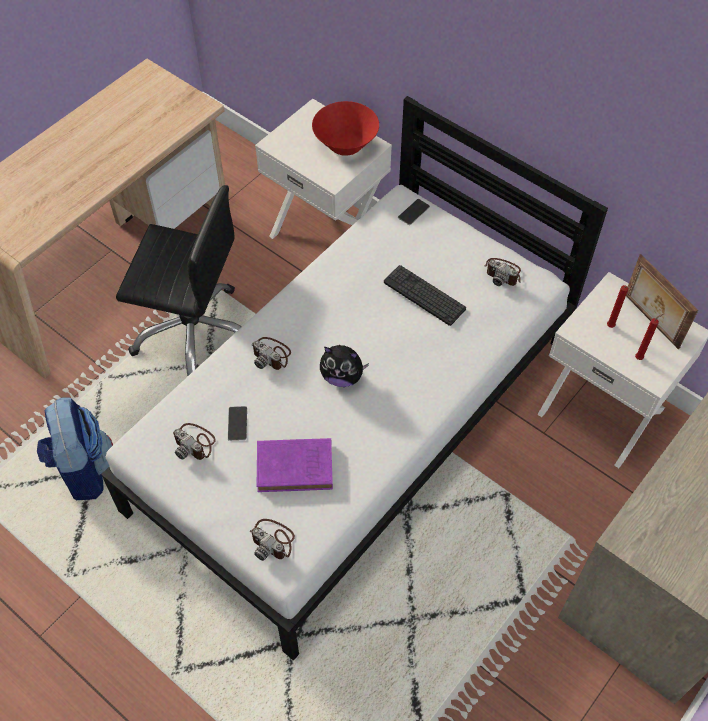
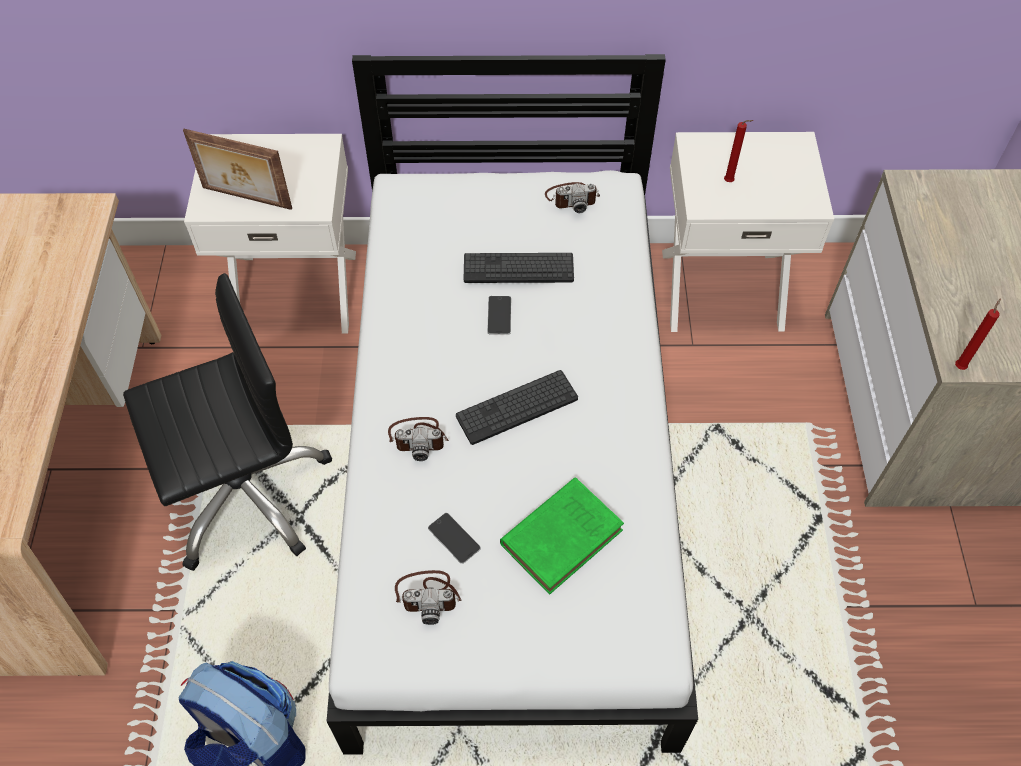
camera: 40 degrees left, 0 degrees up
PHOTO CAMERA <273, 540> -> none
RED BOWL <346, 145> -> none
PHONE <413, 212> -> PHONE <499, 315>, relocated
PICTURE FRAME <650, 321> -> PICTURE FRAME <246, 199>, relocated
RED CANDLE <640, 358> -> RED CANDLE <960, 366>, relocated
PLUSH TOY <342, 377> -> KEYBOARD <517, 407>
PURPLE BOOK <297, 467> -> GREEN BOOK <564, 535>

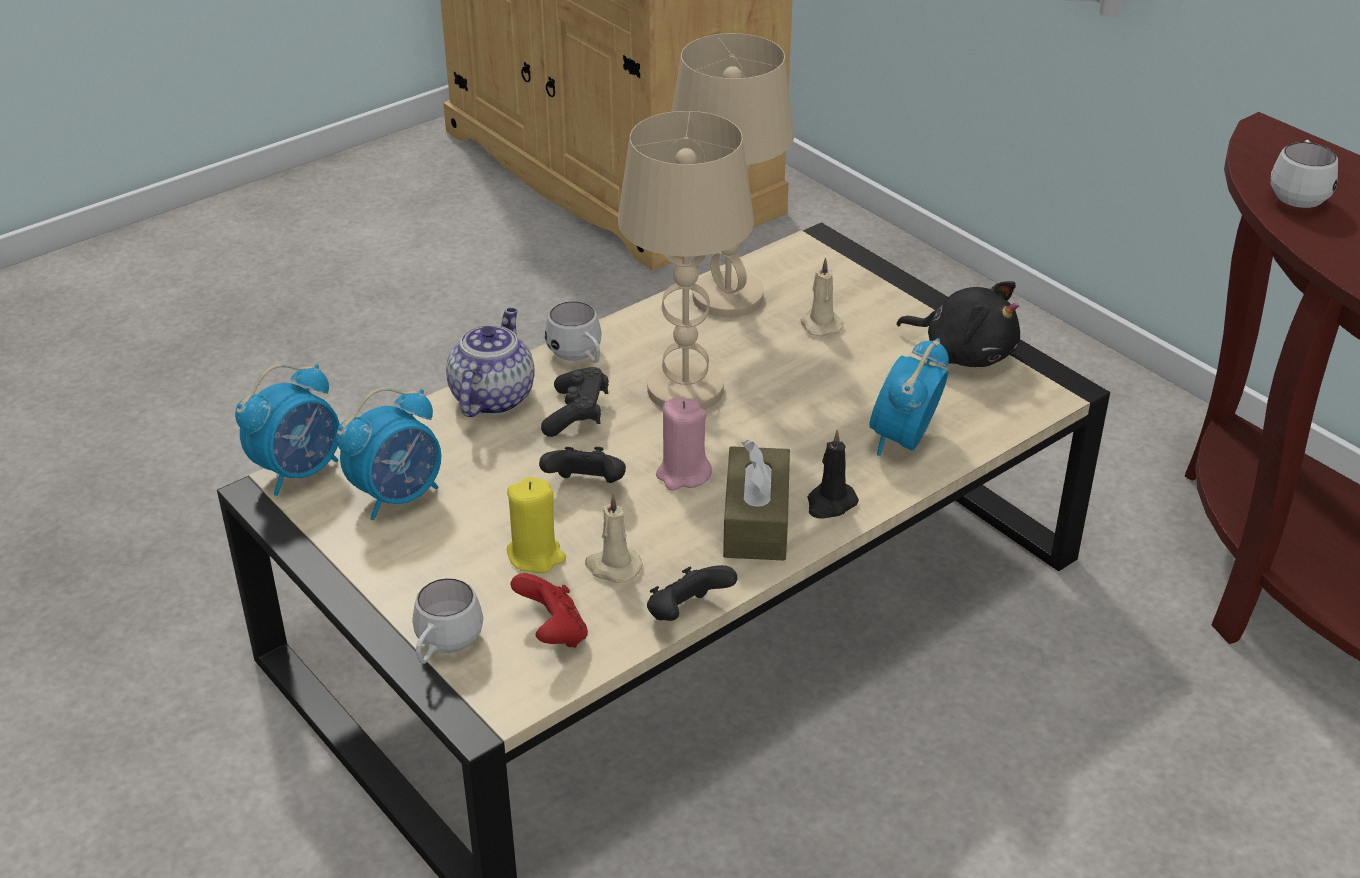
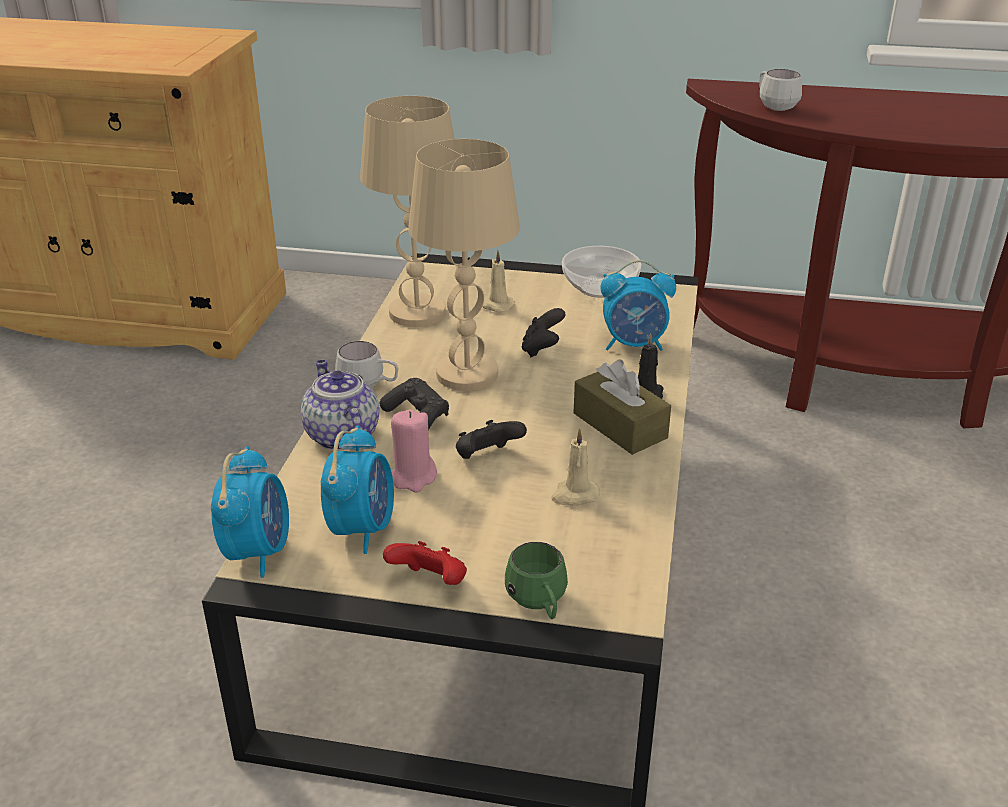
camera: 40 degrees left, 5 degrees down
YELLOW CANDLE <536, 555> -> none
RED GAME CONTROLLER <553, 633> -> RED GAME CONTROLLER <430, 583>, relocated
BLACK GAME CONTROLLER <686, 614> -> BLACK GAME CONTROLLER <542, 349>, relocated
PINK CANDLE <683, 474> -> PINK CANDLE <413, 477>, relocated
BLACK PLUSH TOY <964, 353> -> BOWL <599, 287>
WHITE MUG <444, 648> -> GREEN MUG <539, 605>
ALARM CLOCK <904, 440> -> ALARM CLOCK <634, 345>, 75 degrees counterclockwise

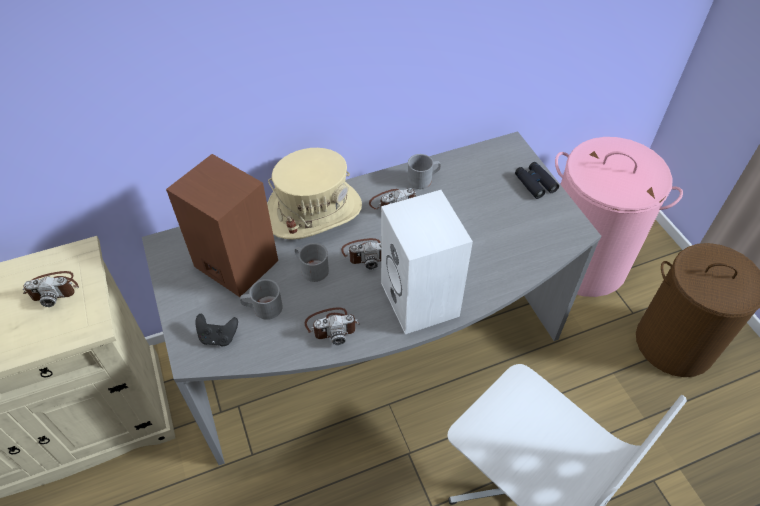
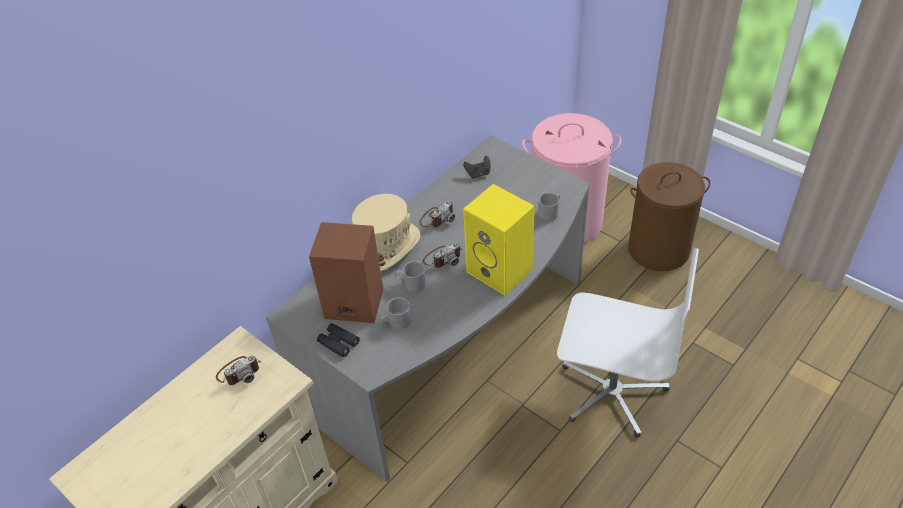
camera: 25 degrees left, 5 degrees down
PHOTO CAMERA <332, 326> -> none
BLACK GAME CONTROLLER <218, 337> -> BLACK GAME CONTROLLER <478, 174>, relocated
GREY MUG <423, 179> -> GREY MUG <550, 212>, relocated
BLACK BINOCULARS <535, 183> -> BLACK BINOCULARS <338, 343>, relocated
WHITE SPEAKER <422, 300> -> YELLOW SPEAKER <501, 271>

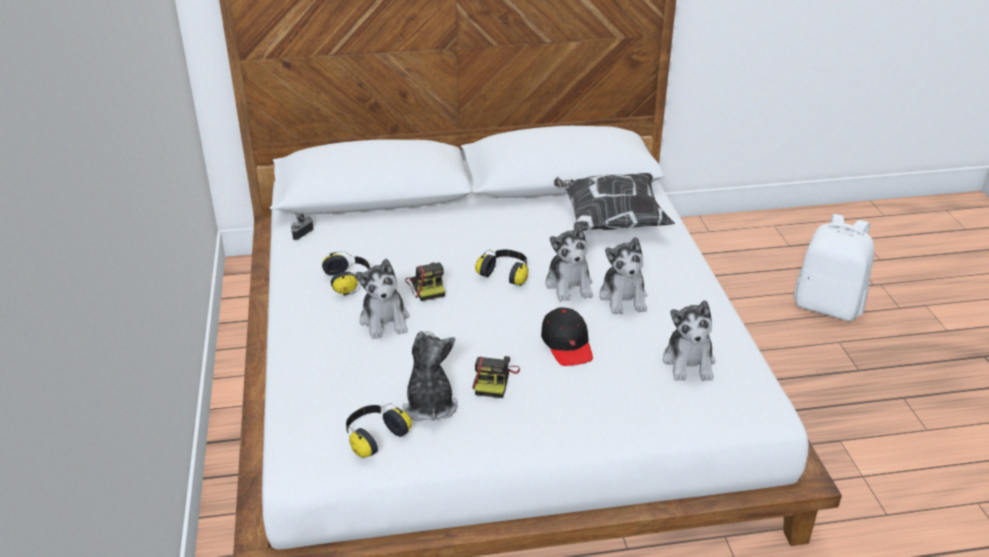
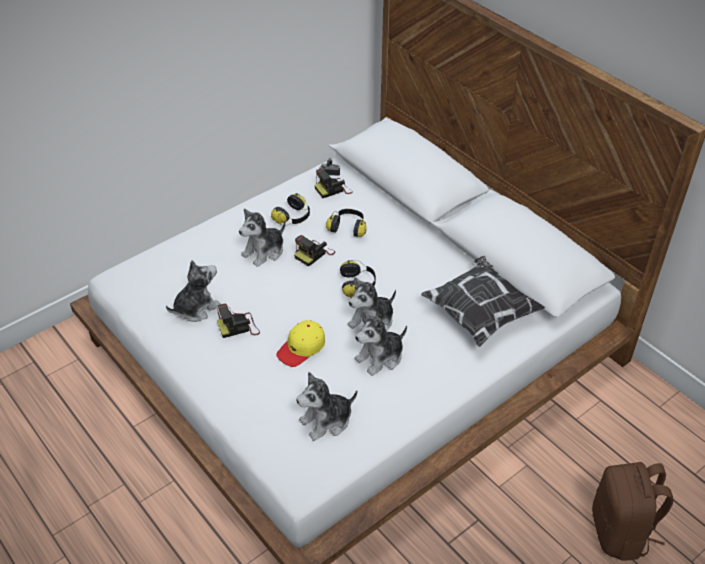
camera: 60 degrees right, 10 degrees up
none -> PHOTO CAMERA <333, 189>
HEADPHONES <374, 437> -> HEADPHONES <348, 228>, relocated
BLACK CAP <567, 344> -> YELLOW CAP <301, 348>
WHITE BACKPACK <828, 306> -> BROWN BACKPACK <621, 532>

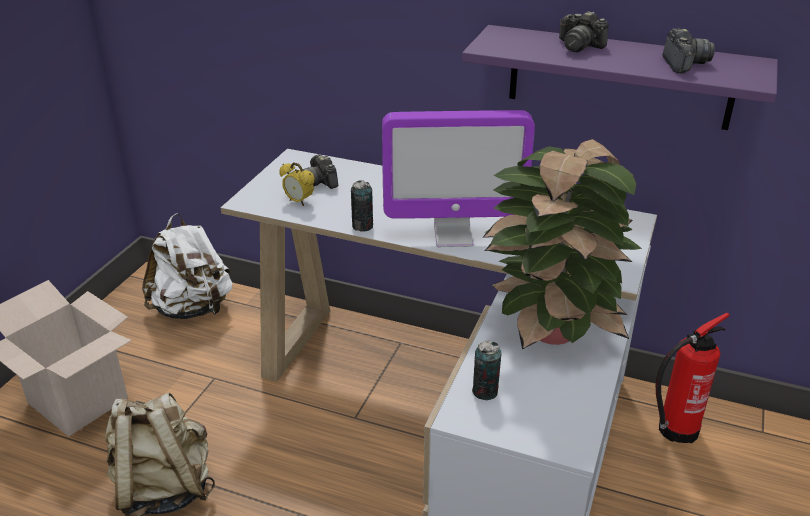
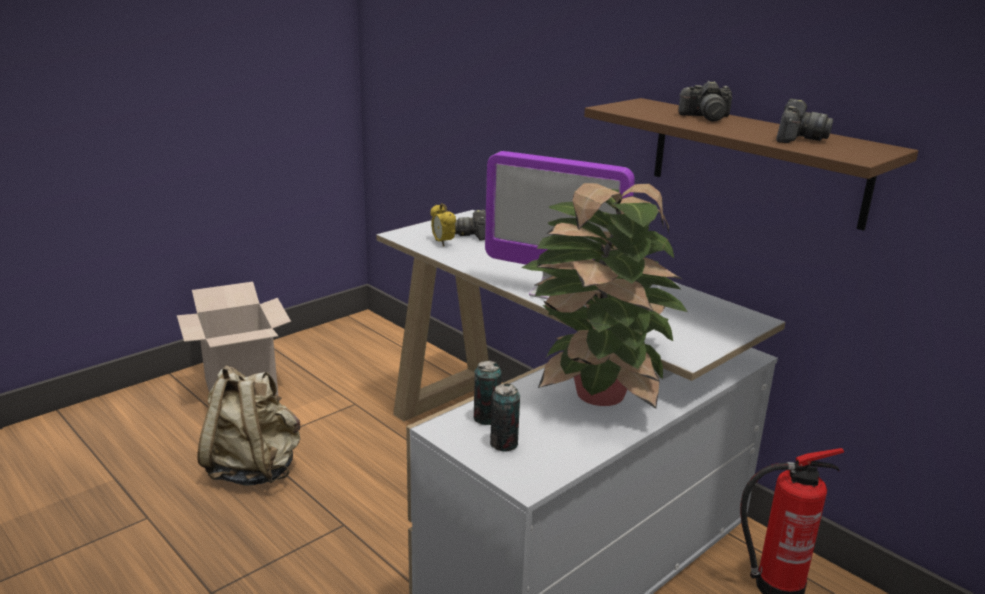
camera: 25 degrees right, 10 degrees down
WHITE BACKPACK <193, 309> -> none
CAN <362, 226> -> CAN <504, 444>, relocated
PURPLE SHELF <619, 77> -> BROWN SHELF <756, 161>
PHOTO CAMERA <579, 46> -> PHOTO CAMERA <706, 117>, 60 degrees counterclockwise

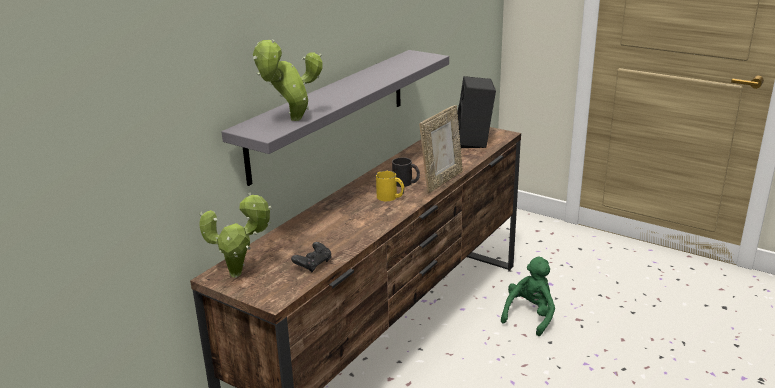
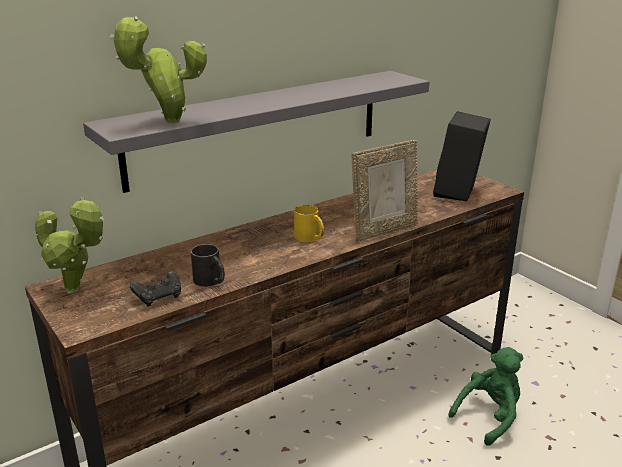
camera: 20 degrees right, 0 degrees up
BLACK MUG <406, 183> -> BLACK MUG <211, 281>, relocated

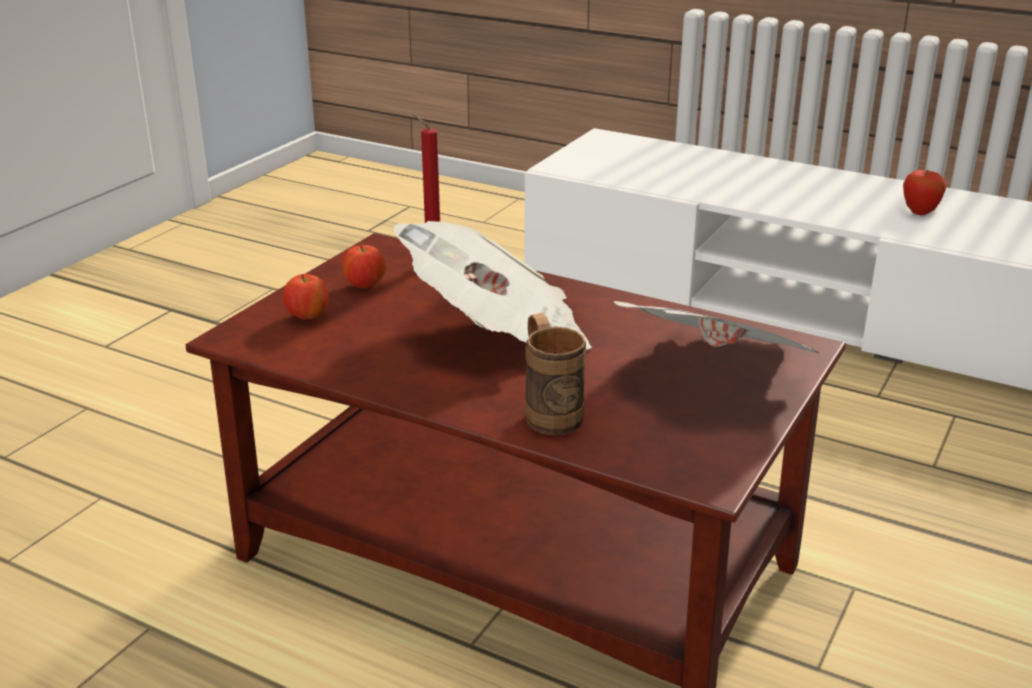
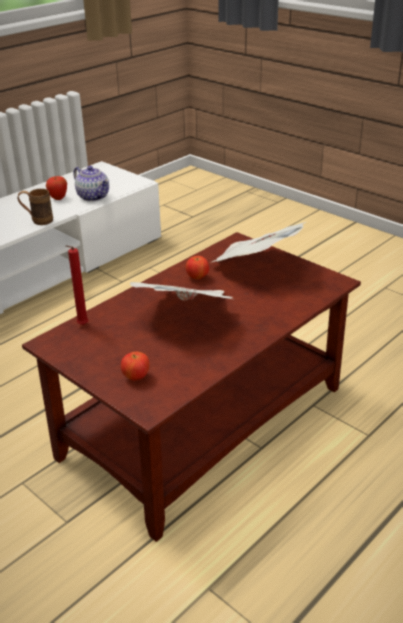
camera: 75 degrees left, 5 degrees up
none -> TEAPOT <93, 196>
APPLE <365, 285> -> APPLE <197, 277>, relocated
BROWN MUG <549, 412> -> BROWN MUG <37, 221>, relocated

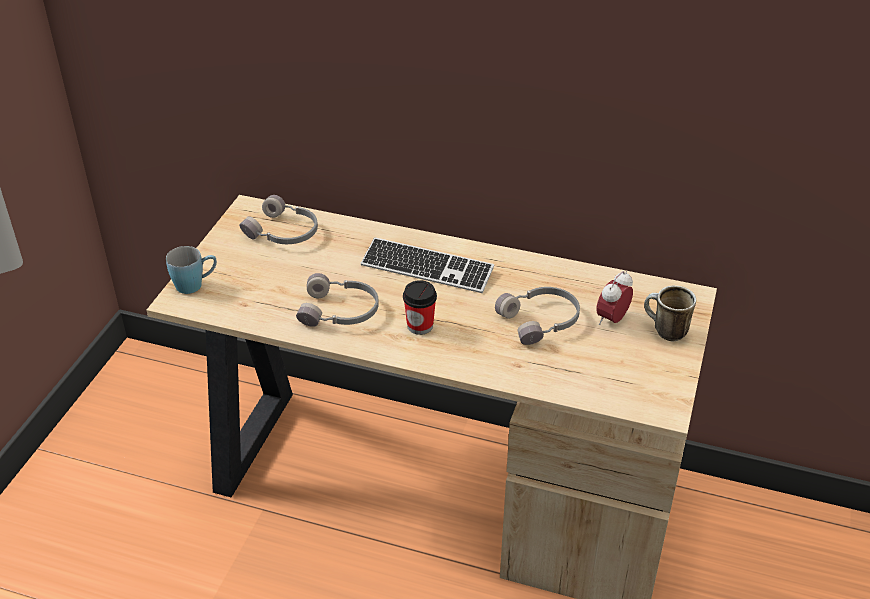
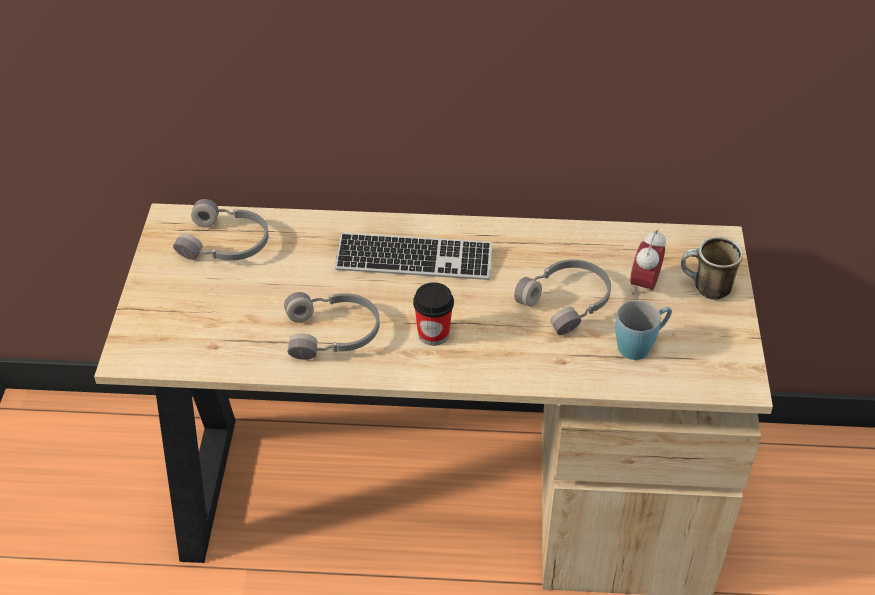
camera: 15 degrees left, 5 degrees up
BLUE MUG <195, 284> -> BLUE MUG <640, 345>, relocated

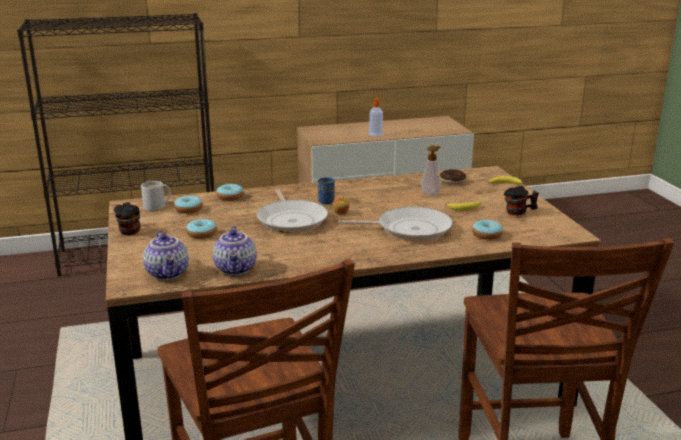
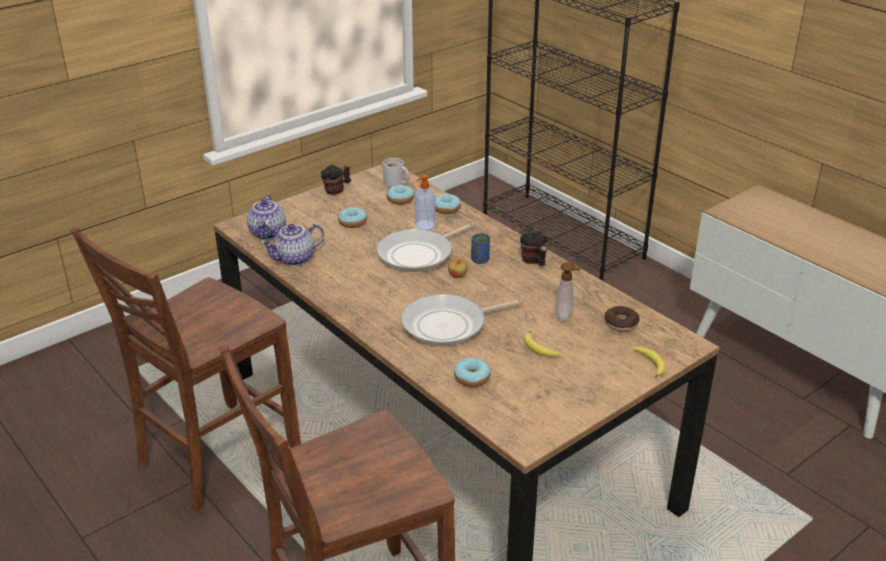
camera: 65 degrees right, 10 degrees up
SOAP DISPENSER <376, 134> -> SOAP DISPENSER <424, 225>, relocated
MUG <519, 213> -> MUG <534, 262>, relocated
TEAPOT <168, 273> -> TEAPOT <268, 233>, 45 degrees counterclockwise
FRYING PAN <409, 229> -> FRYING PAN <448, 325>, 90 degrees clockwise

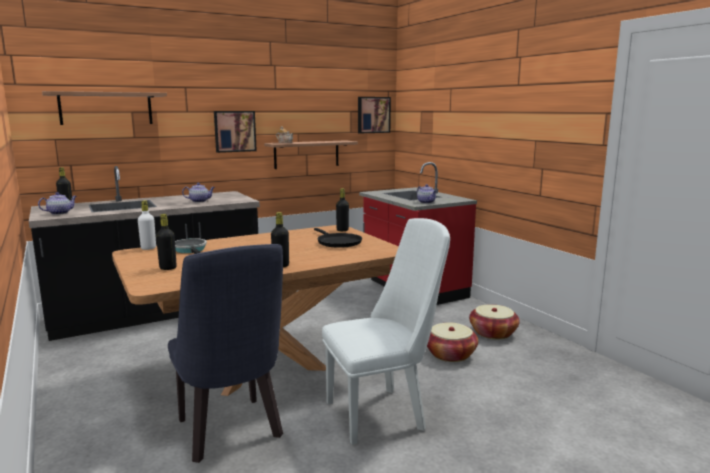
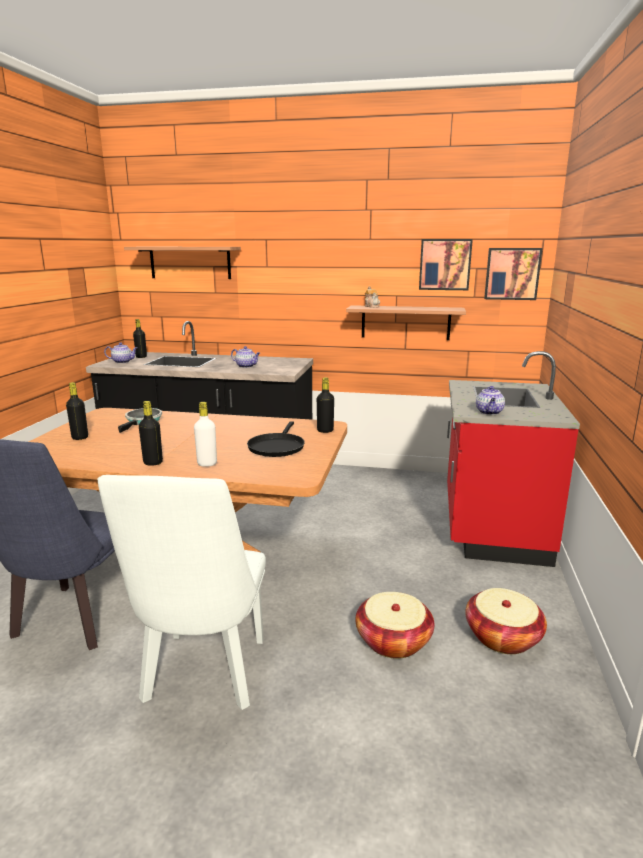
camera: 40 degrees right, 5 degrees up
WHITE BOTTLE <148, 248> -> WHITE BOTTLE <207, 464>, relocated
PICTURE <234, 131> -> PICTURE <445, 264>, relocated
WHITE CHAIR <382, 413> -> WHITE CHAIR <203, 678>, 75 degrees clockwise

